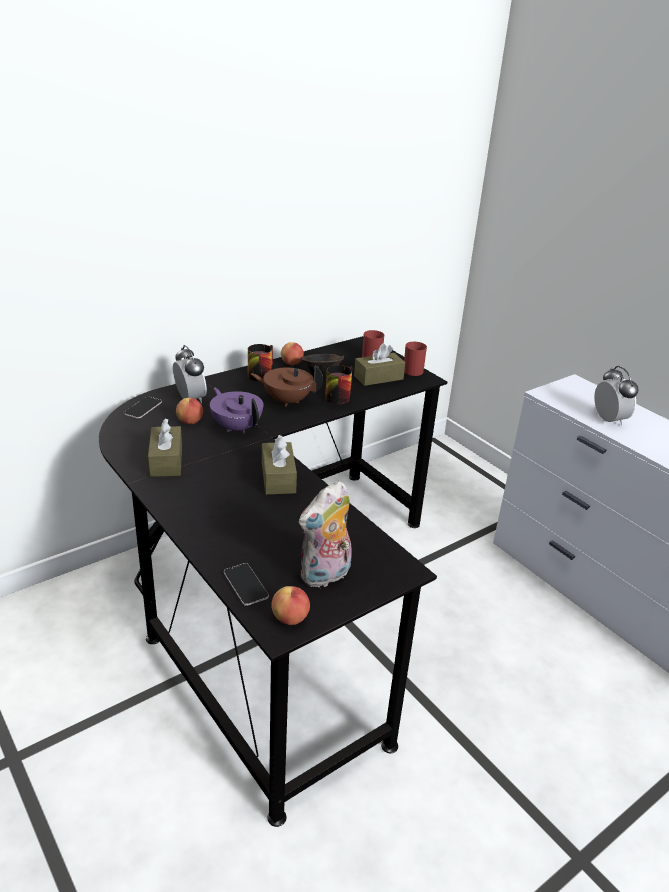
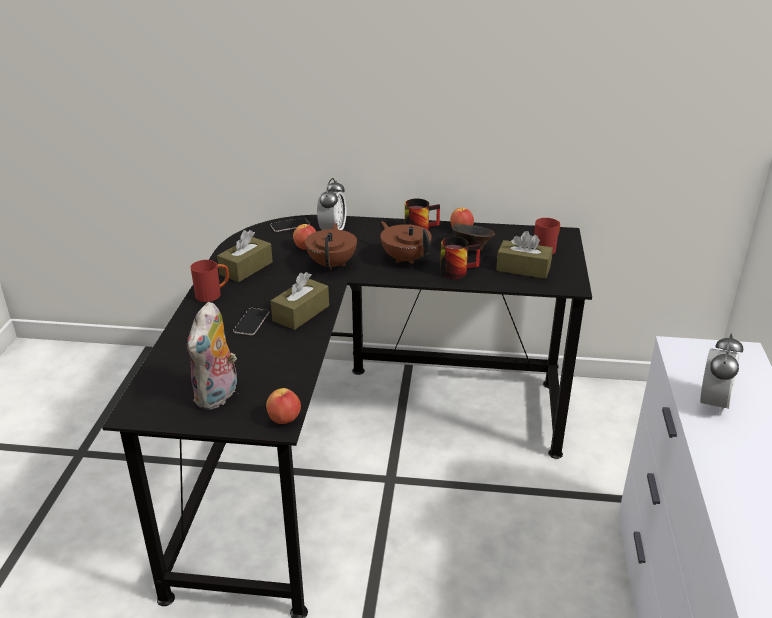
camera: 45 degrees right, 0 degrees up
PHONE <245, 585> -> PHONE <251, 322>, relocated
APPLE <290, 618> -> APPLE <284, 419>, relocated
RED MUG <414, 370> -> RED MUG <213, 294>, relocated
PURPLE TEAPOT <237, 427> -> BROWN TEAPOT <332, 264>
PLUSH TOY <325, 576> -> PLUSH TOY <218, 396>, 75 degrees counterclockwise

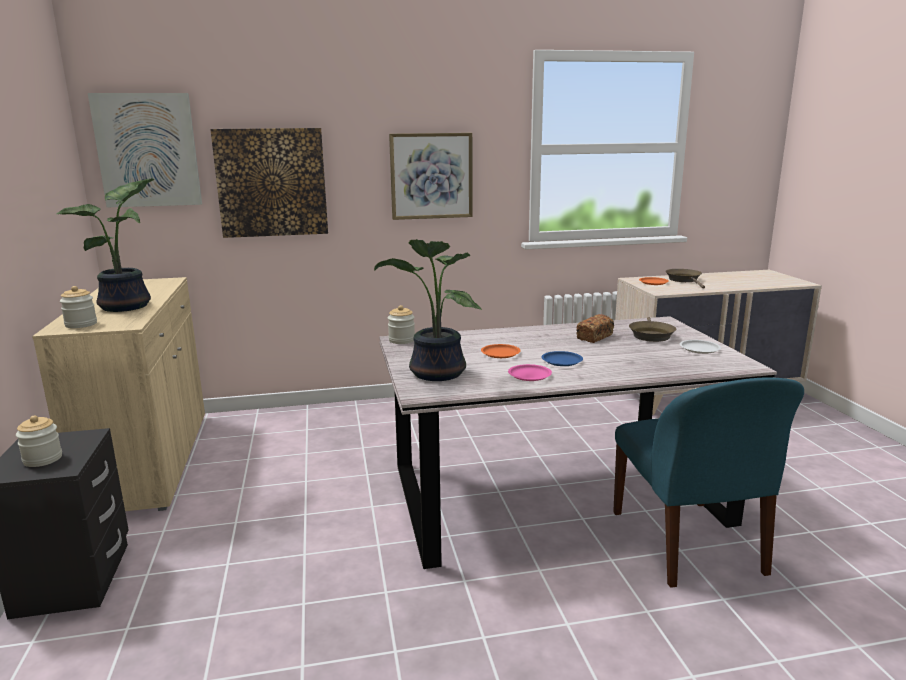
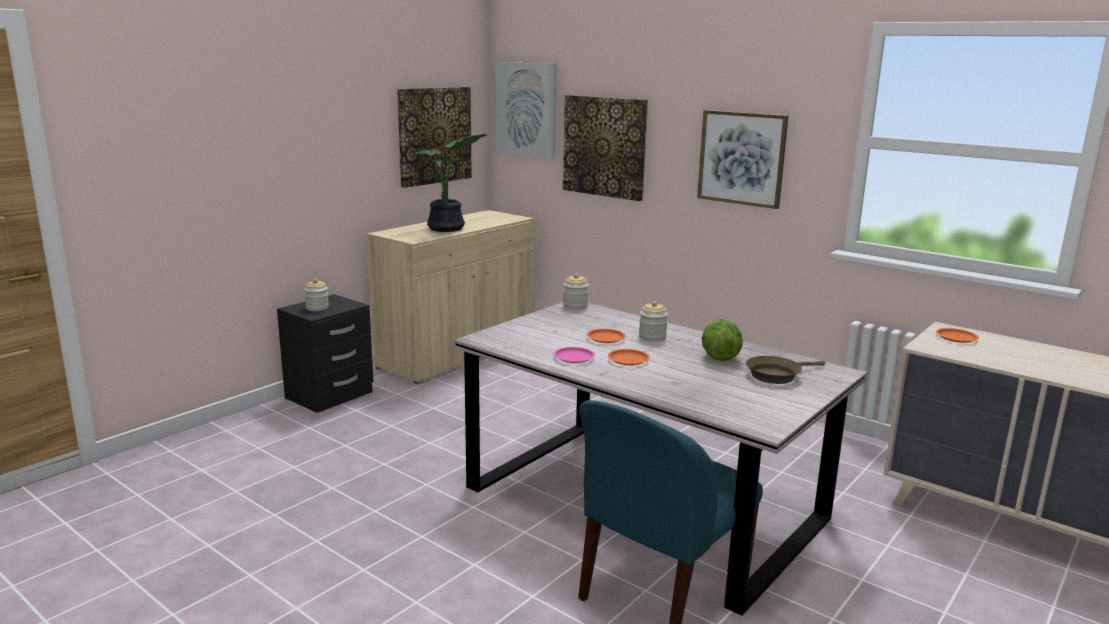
camera: 50 degrees right, 0 degrees up
POTTED PLANT <434, 374> -> none
BROWN FRYING PAN <684, 280> -> none
WHITE PLATE <699, 349> -> none
none -> PICTURE <434, 135>
JAR <81, 324> -> JAR <652, 337>, relocated
BREAD <594, 337> -> LETTUCE <719, 357>
BLUE PLATE <562, 361> -> ORANGE PLATE <628, 360>

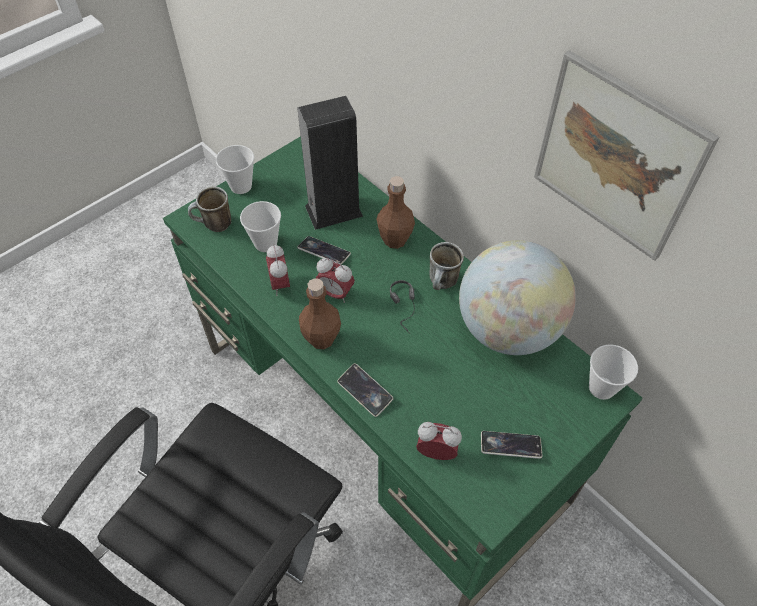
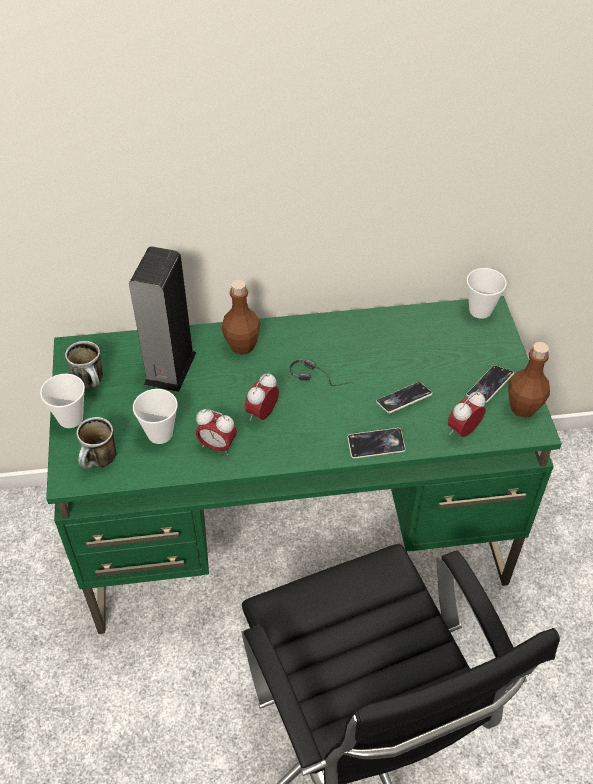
camera: 55 degrees left, 5 degrees down
GLOBE <508, 329> -> none
PICTURE <616, 158> -> none
PHONE <324, 252> -> PHONE <403, 400>, relocated
BROWN BOTTLE <321, 338> -> BROWN BOTTLE <523, 408>, relocated
MUG <443, 284> -> MUG <92, 383>, relocated
ALARM CLOCK <335, 293> -> ALARM CLOCK <262, 413>, 150 degrees clockwise

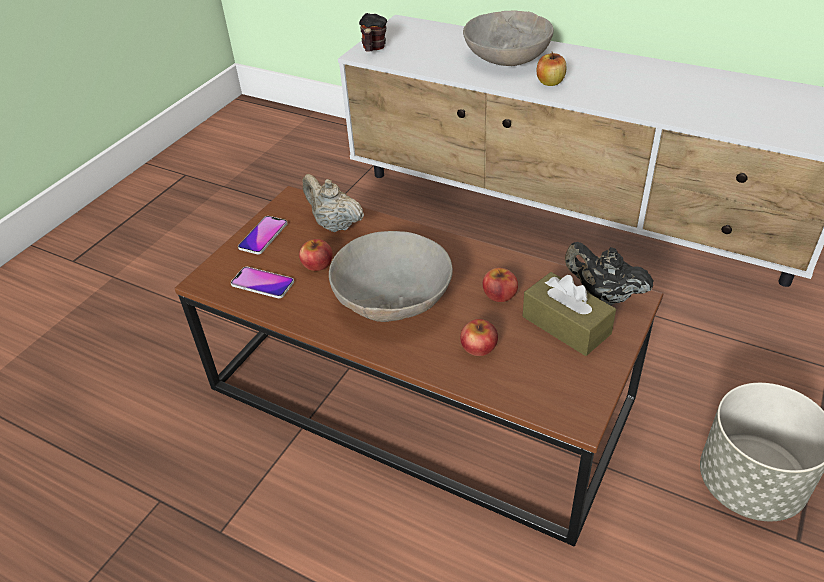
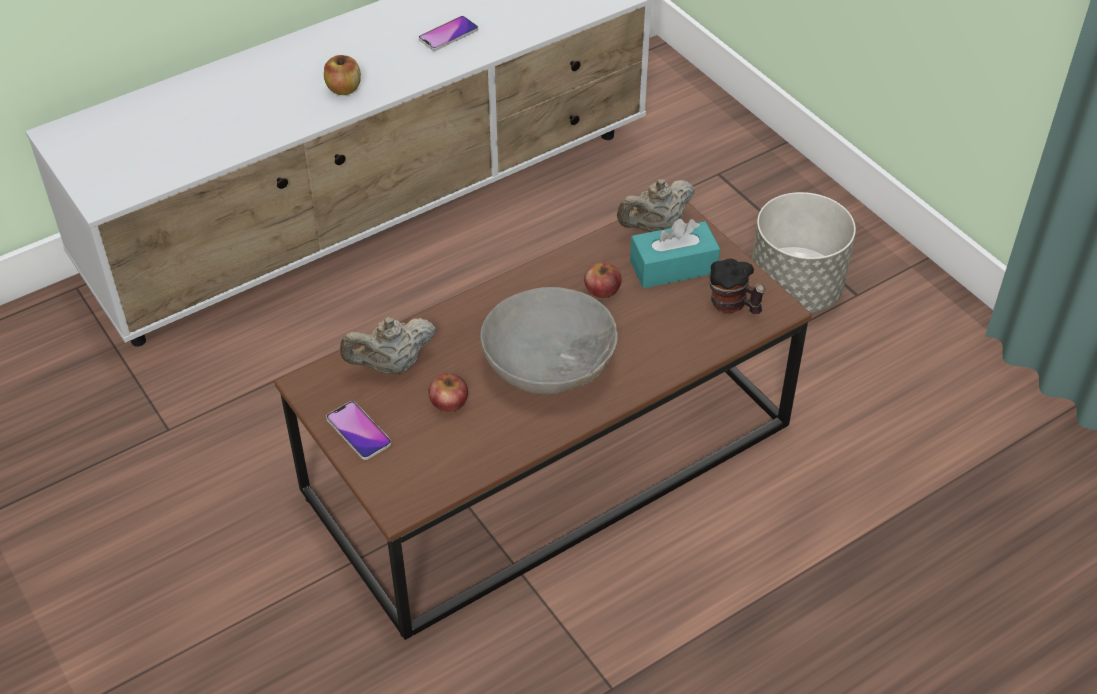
camera: 65 degrees left, 5 degrees up
APPLE <478, 346> -> none
GREY BOWL <506, 56> -> none
PHONE <262, 283> -> PHONE <448, 34>, relocated
MUG <373, 49> -> MUG <733, 306>, relocated
BROWN TISSUE BOX <566, 325> -> TURQUOISE TISSUE BOX <673, 267>
BLACK TEAPOT <603, 295> -> BEIGE TEAPOT <655, 227>

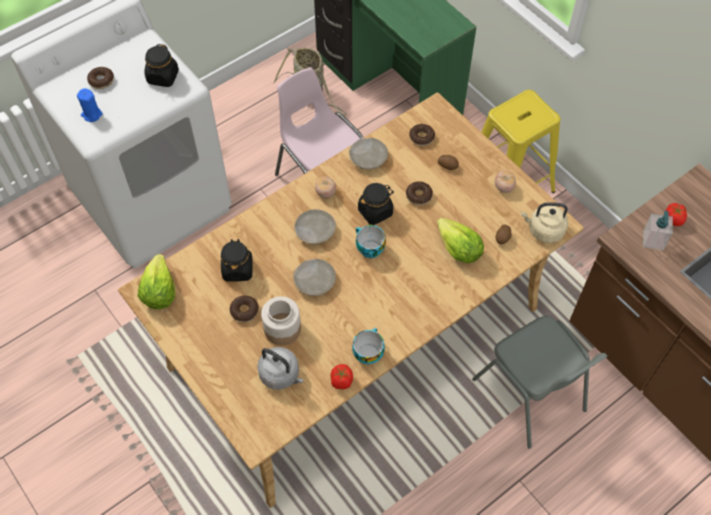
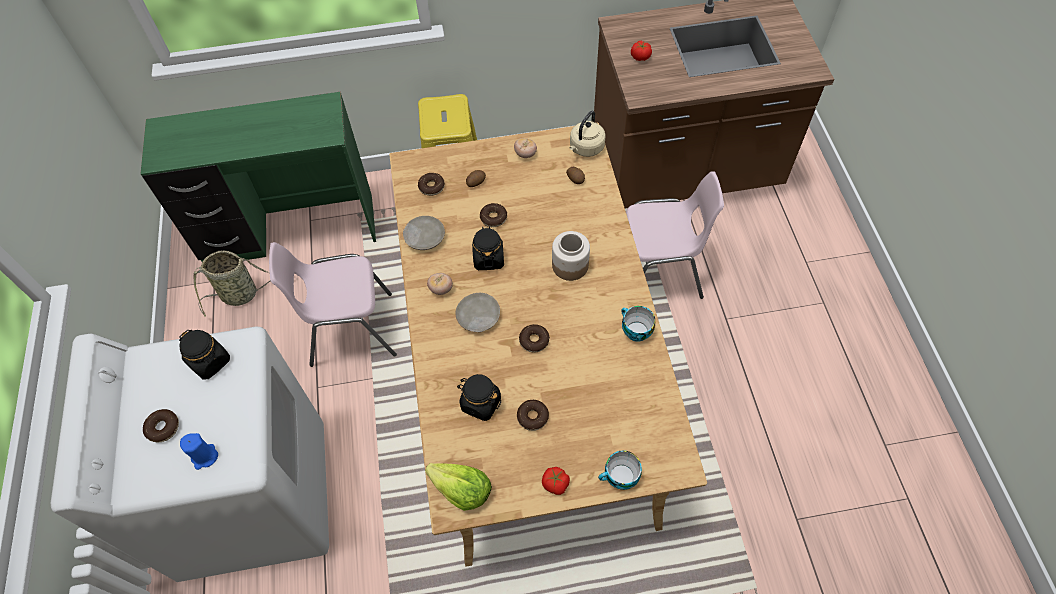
camera: 60 degrees left, 0 degrees up
GREY KETTLE <281, 375> -> none
LETTUCE <458, 249> -> none
SOAP DISPENSER <653, 240> -> none
JAR <282, 329> -> JAR <569, 266>, relocated
TOMATO <341, 381> -> TOMATO <555, 484>, relocated
CUP <368, 249> -> CUP <620, 478>, relocated
BEIGE PLATE <315, 281> -> DONUT <534, 341>
GREY CHAIR <530, 395> -> PINK CHAIR <657, 274>

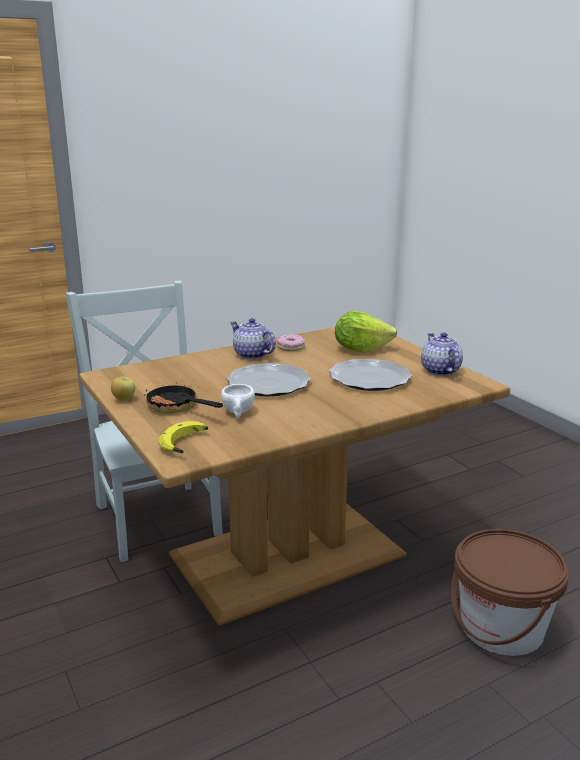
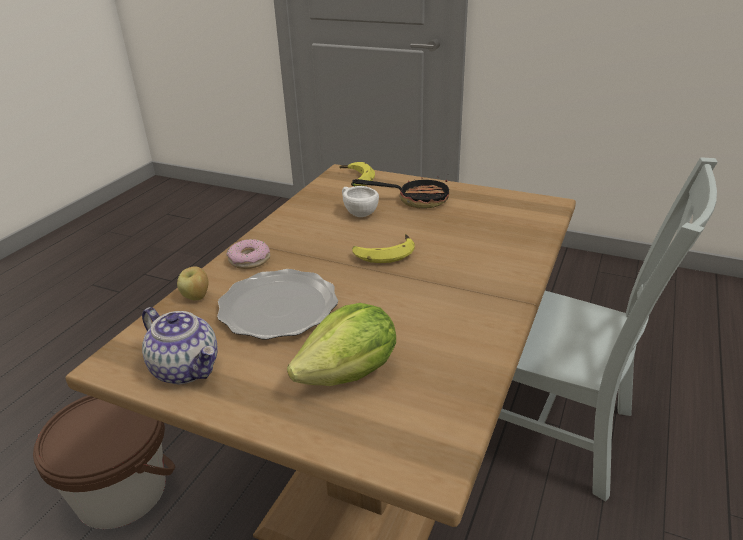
camera: 145 degrees right, 10 degrees up
TEAPOT <251, 355> -> none
APPLE <124, 399> -> APPLE <196, 297>, relocated
DONUT <290, 347> -> DONUT <249, 260>, relocated
PLATE <268, 383> -> BANANA <383, 253>

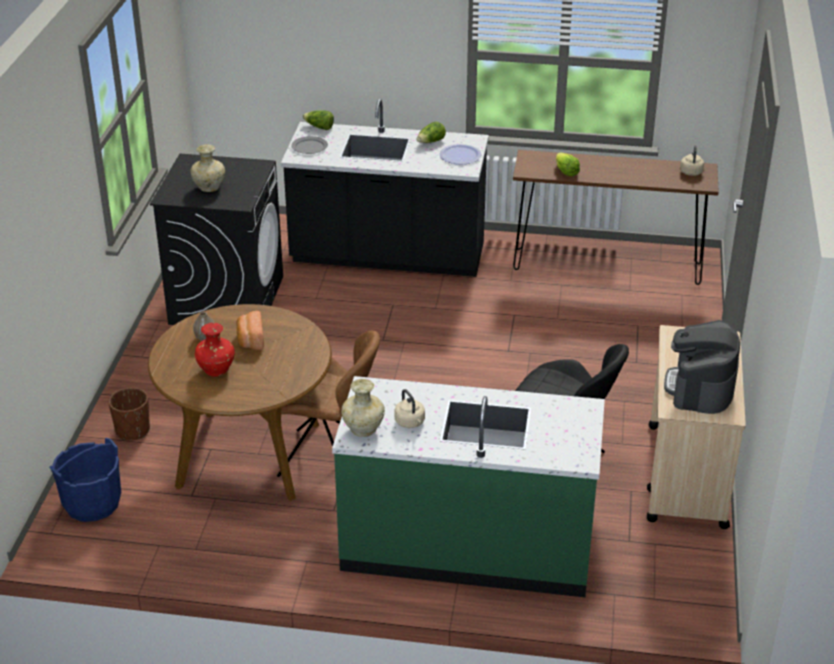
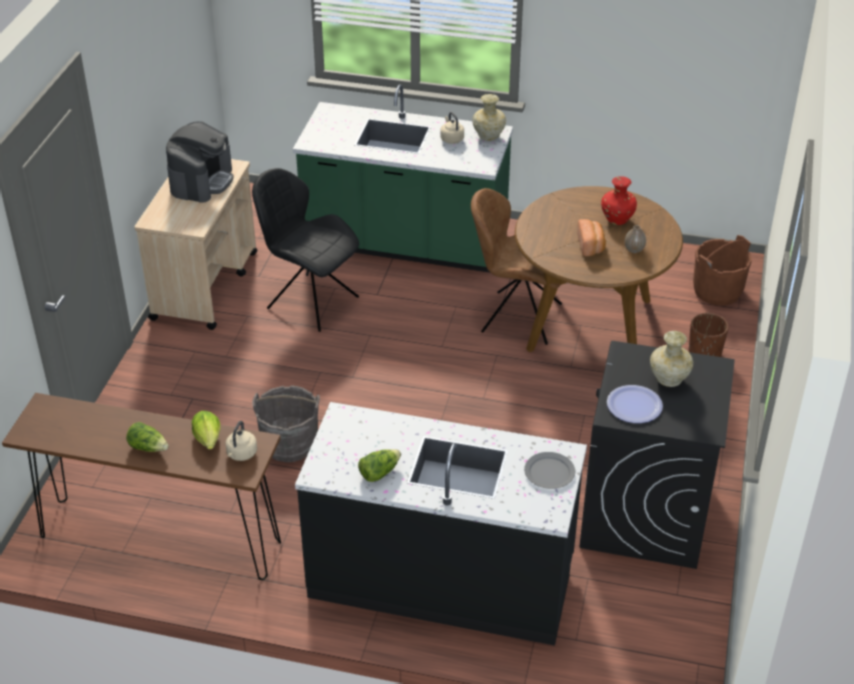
camera: 175 degrees left, 5 degrees up
none -> GREY BUCKET <289, 444>
LETTUCE <319, 127> -> LETTUCE <148, 447>, relocated
PLATE <460, 155> -> PLATE <634, 405>, relocated
BEIGE KETTLE <691, 171> -> BEIGE KETTLE <241, 454>, relocated
BLUE BUCKET <92, 503> -> BROWN BUCKET <717, 291>

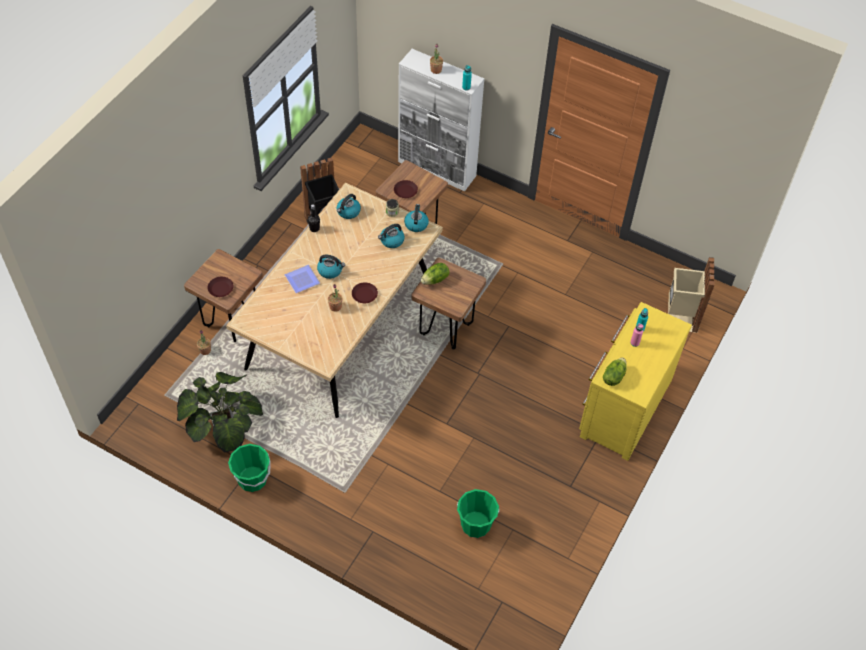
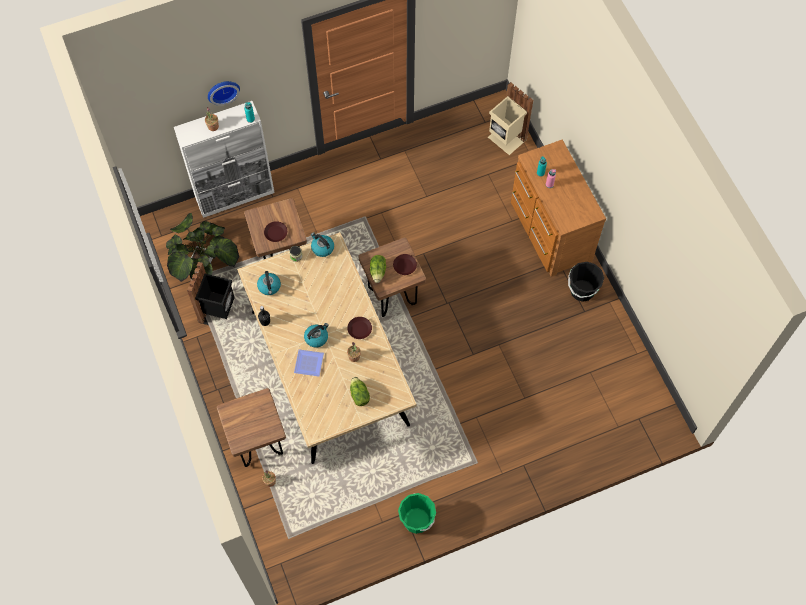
camera: 50 degrees left, 10 degrees up
KETTLE <391, 241> -> none
GREEN BUCKET <475, 524> -> none
none -> WALL CLOCK <222, 90>
none -> BLACK BUCKET <582, 291>
POTTED PLANT <223, 424> -> POTTED PLANT <202, 260>, relocated
BROWN PLATE <221, 289> -> BROWN PLATE <405, 265>, relocated
LETTUCE <613, 376> -> LETTUCE <359, 395>, relocated
YELLOW DRESSER <623, 407> -> BROWN DRESSER <549, 232>

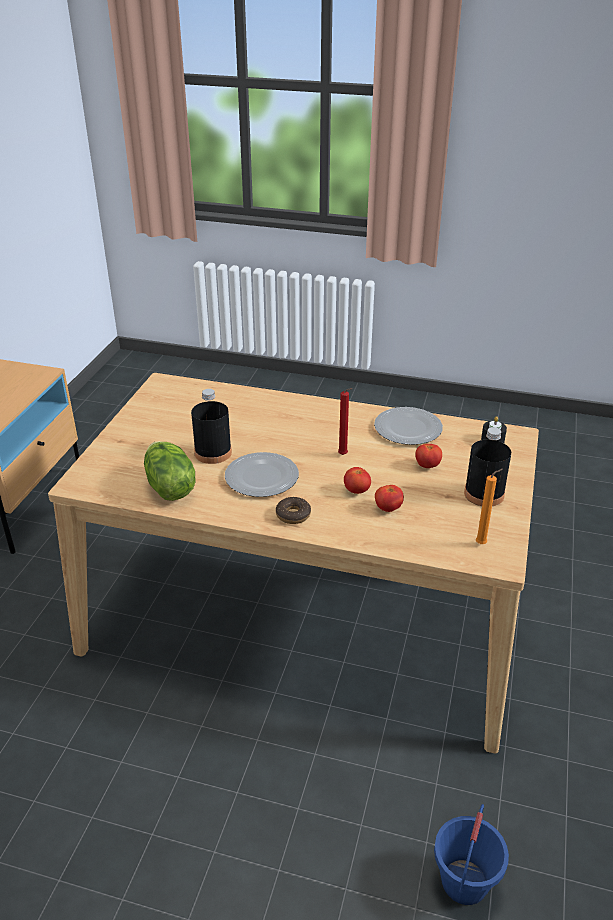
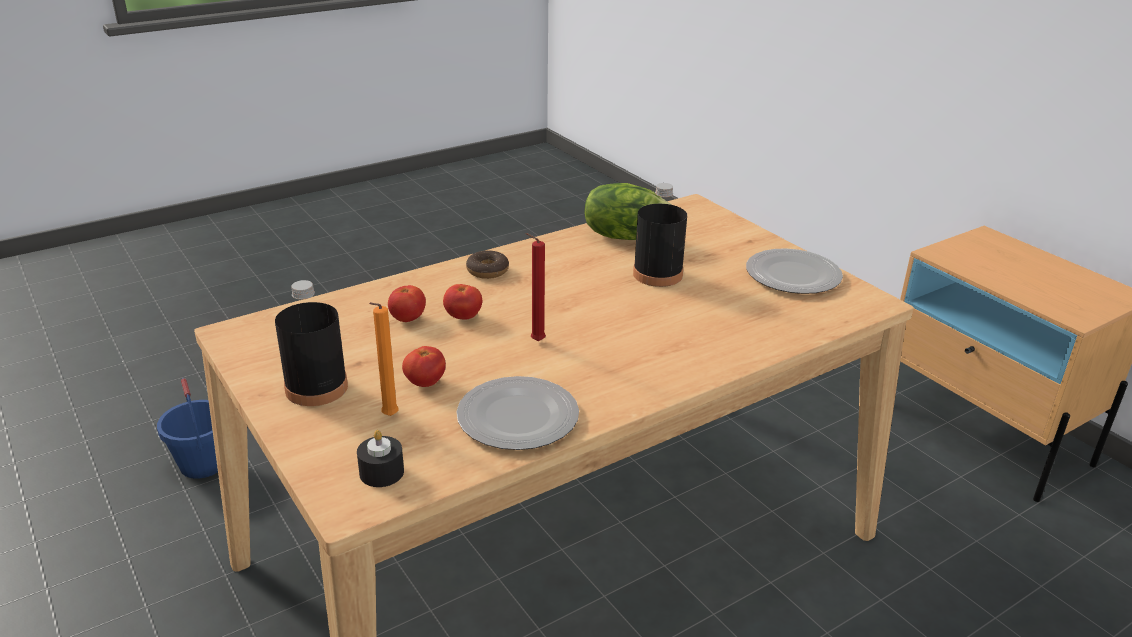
camera: 130 degrees right, 5 degrees down
PLATE <261, 476> -> PLATE <794, 275>, relocated
ORANGE CANDLE <482, 544> -> ORANGE CANDLE <388, 417>, relocated

